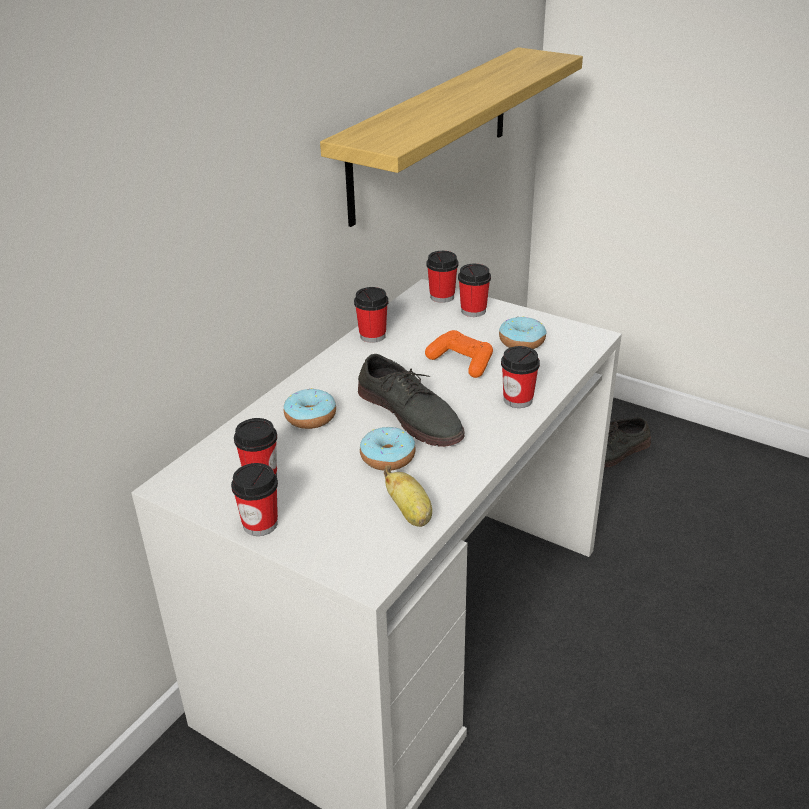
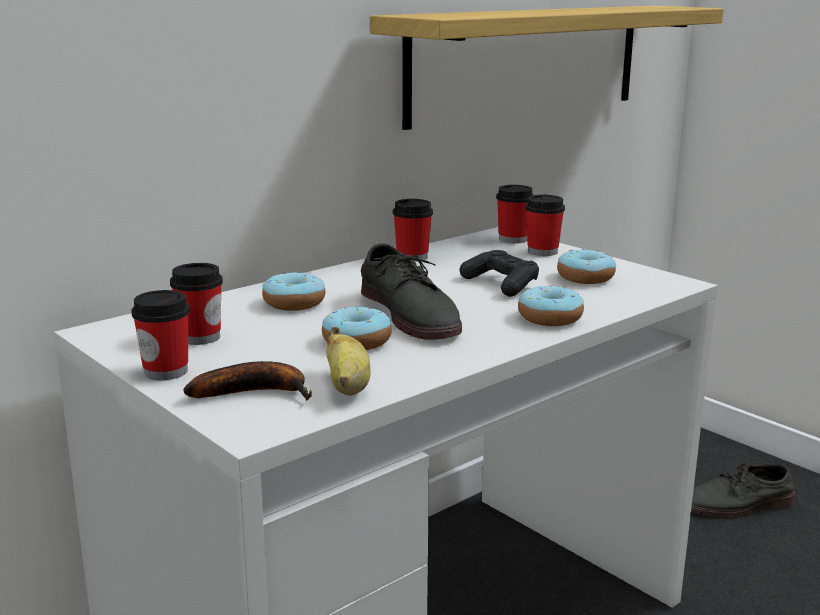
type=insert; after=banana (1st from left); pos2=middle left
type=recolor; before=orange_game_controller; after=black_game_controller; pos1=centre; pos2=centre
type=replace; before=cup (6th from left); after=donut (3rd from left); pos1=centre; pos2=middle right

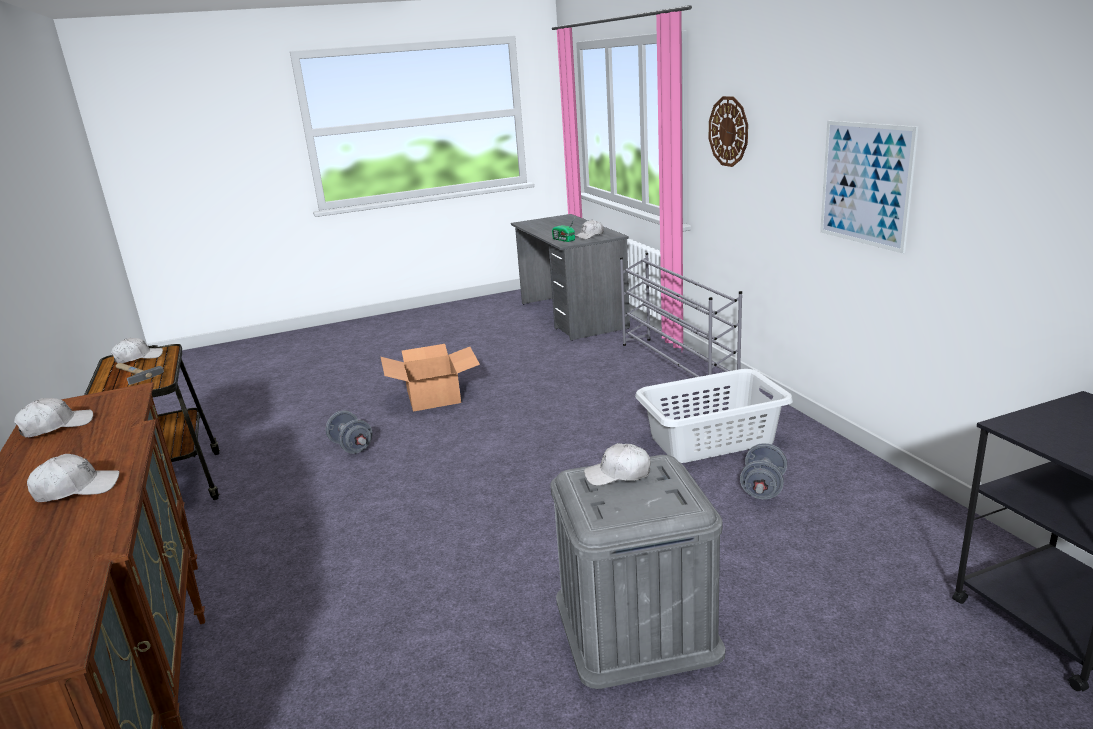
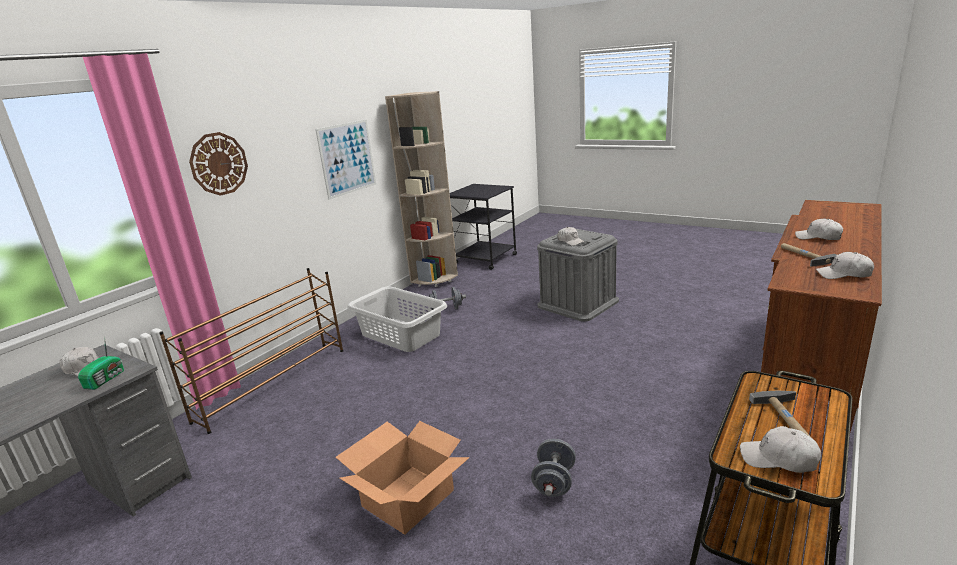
type=recolor; before=grey_shoe_rack; after=brown_shoe_rack; pos1=centre; pos2=middle left
type=insert; after=beige_bookcase; pos2=centre
type=insert; after=hammer (2nd from left); pos2=middle right

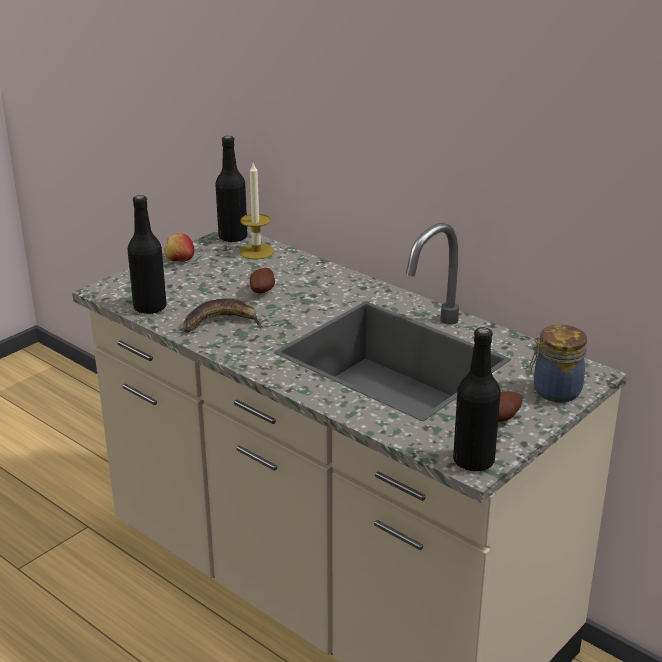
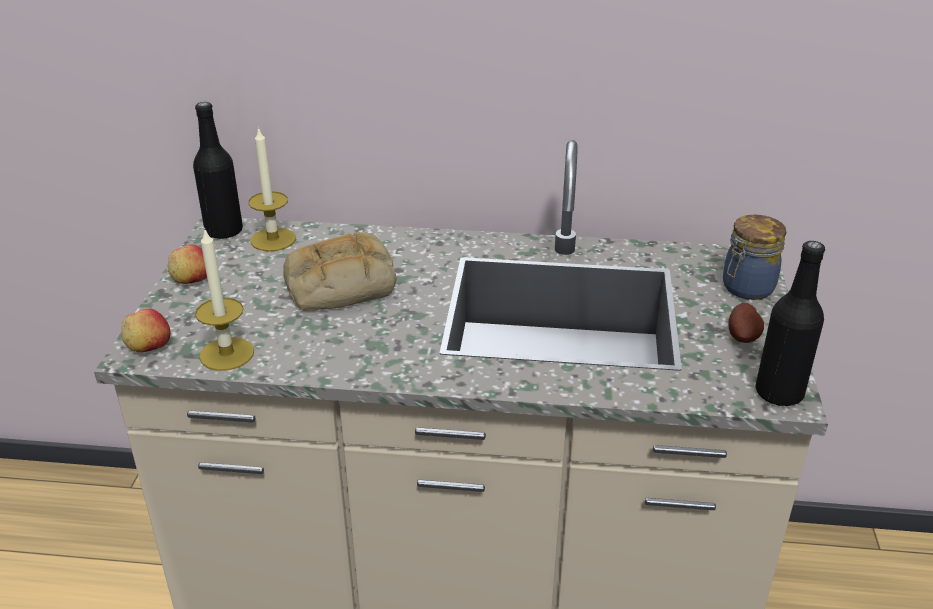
type=insert; after=apple (1st from left); pos2=middle left
type=replace; before=black_bottle (1st from left); after=candle (1st from left); pos1=middle left; pos2=middle left
type=replace; before=potato (1st from left); after=bread; pos1=centre; pos2=centre
type=delete; before=banana; pos1=centre

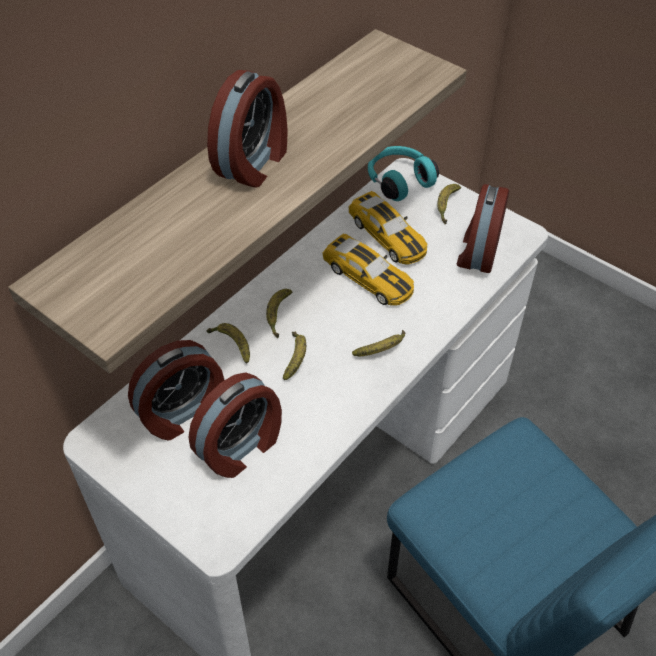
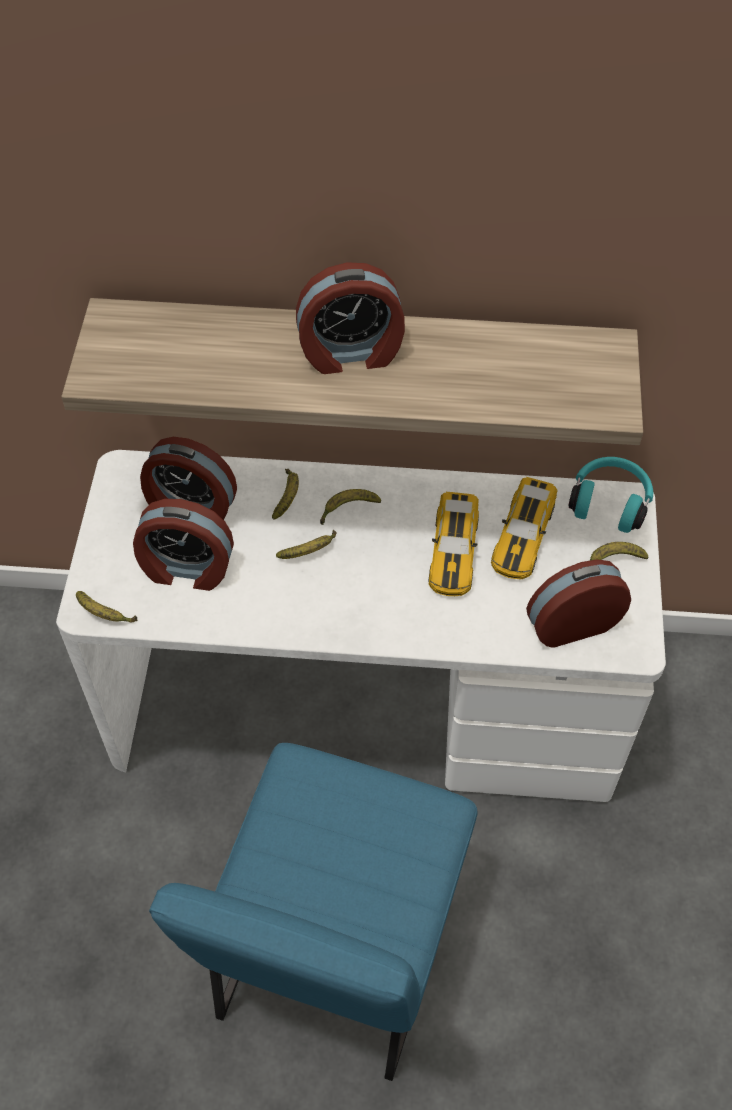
type=move; before=banana (4th from left in the first image); after=banana (1st from left); pos1=centre; pos2=middle left

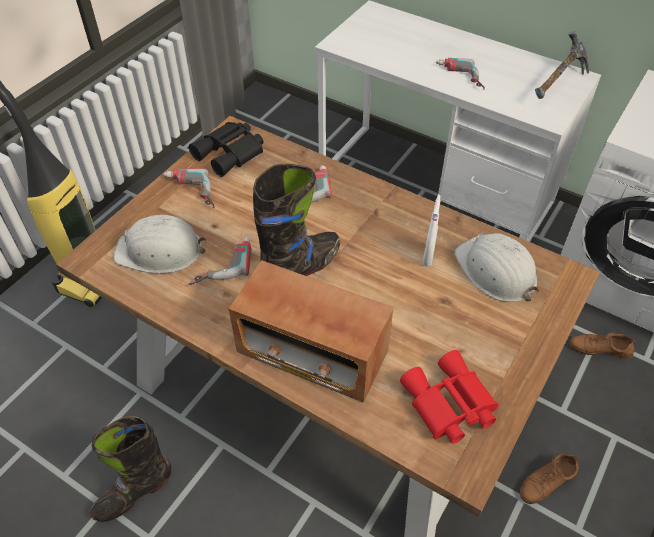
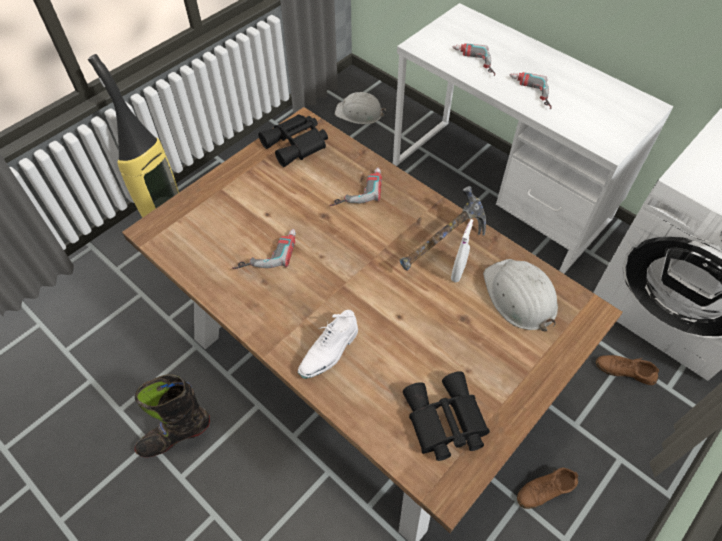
type=replace; before=radio; after=white_shoe; pos1=centre; pos2=centre
type=move; before=white_hard_hat (1st from left); pos1=middle left; pos2=top centre
type=move; before=hammer; pos1=top right; pos2=centre
type=recolor; before=red_binoculars; after=black_binoculars (2nd from left); pos1=bottom right; pos2=bottom centre
type=move; before=power_drill (1st from left in the first image); after=power_drill (3rd from left); pos1=middle left; pos2=top centre
type=delete; before=black_boot (2nd from left); pos1=centre

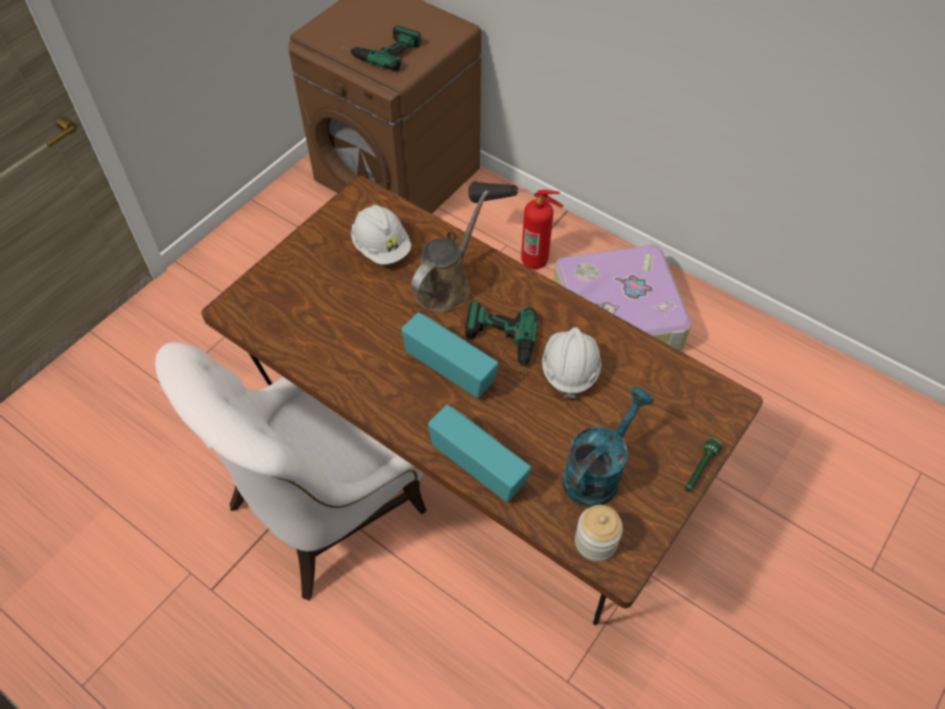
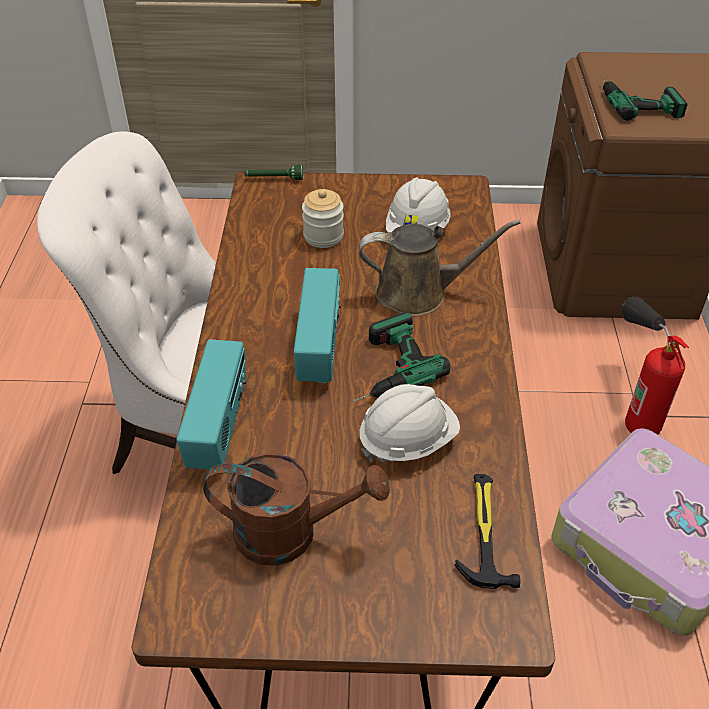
type=recolor; before=turquoise_watering_can; after=brown_watering_can (1st from left); pos1=centre; pos2=bottom centre
type=move; before=green_flashlight; pos1=middle right; pos2=top centre
type=move; before=jar; pos1=bottom centre; pos2=top centre
type=insert; after=hammer; pos2=bottom right

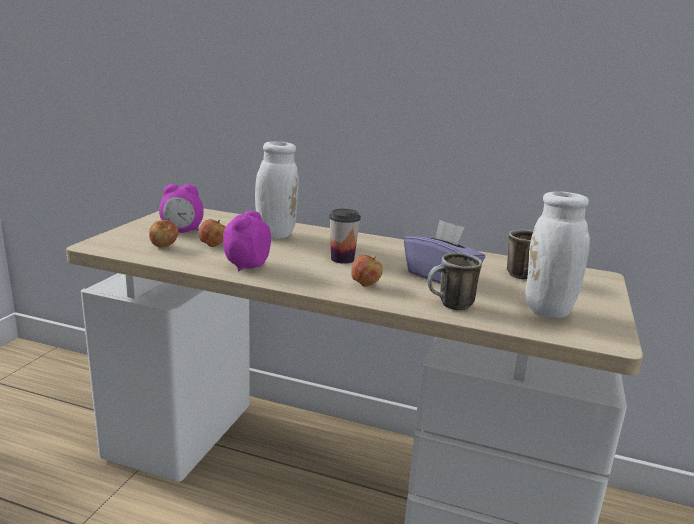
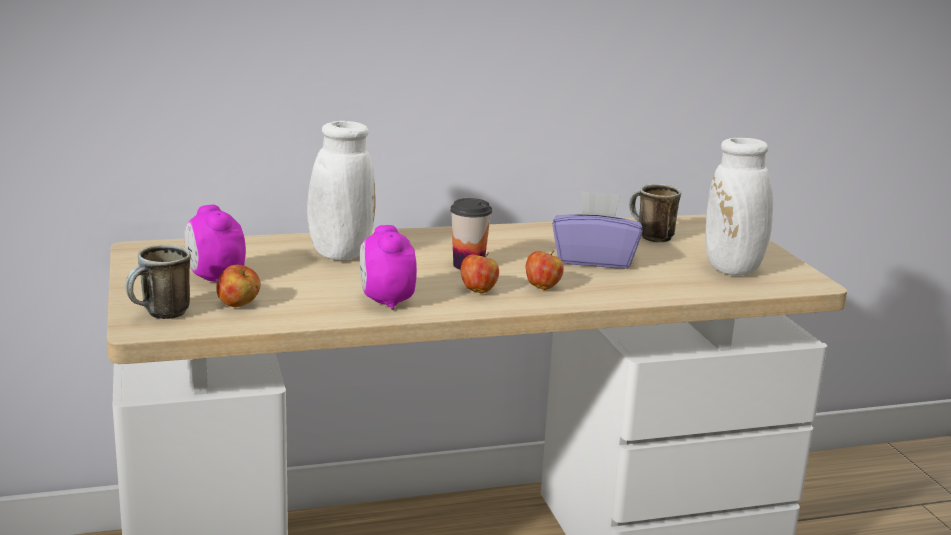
type=move; before=mug (1st from left); pos1=centre; pos2=middle left
type=rotate; before=alarm_clock (1st from left); pos1=middle left; pos2=middle left; turn=105
type=move; before=apple (2nd from left); pos1=middle left; pos2=centre

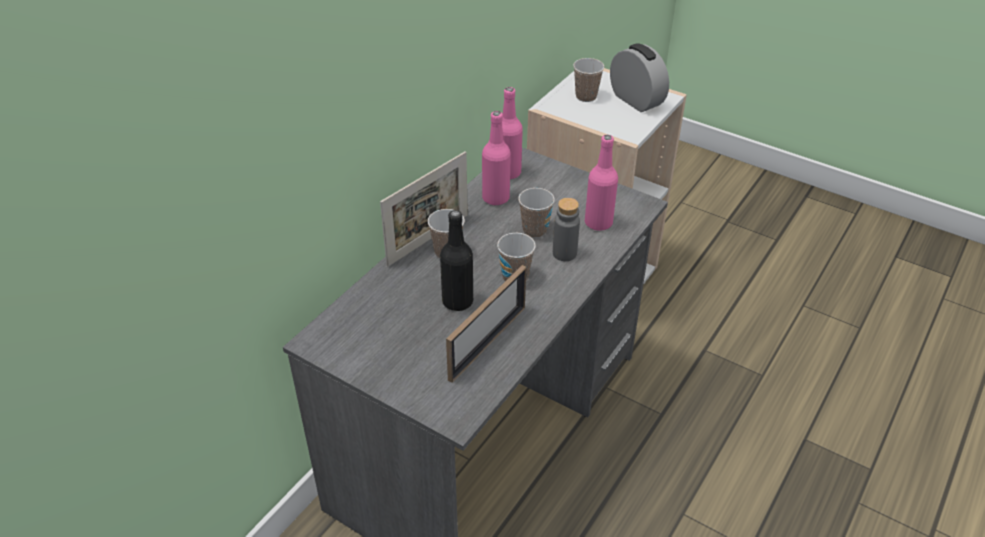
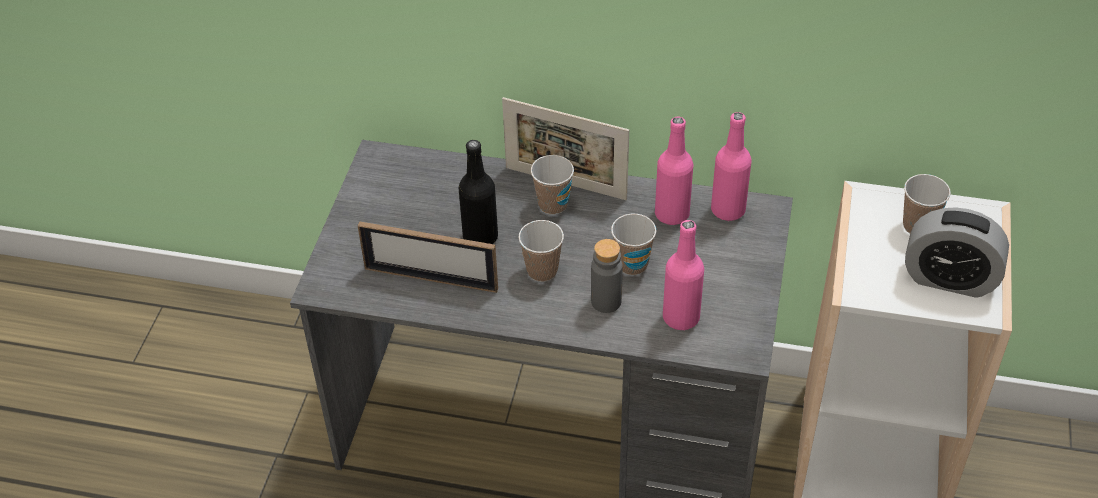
type=rotate; before=alarm_clock; pos1=top centre; pos2=middle right; turn=75

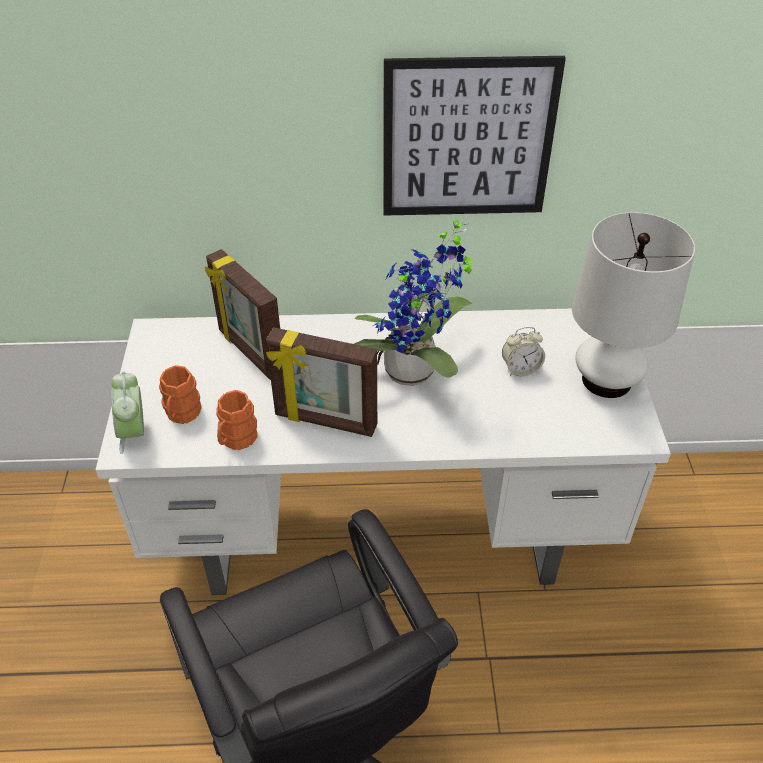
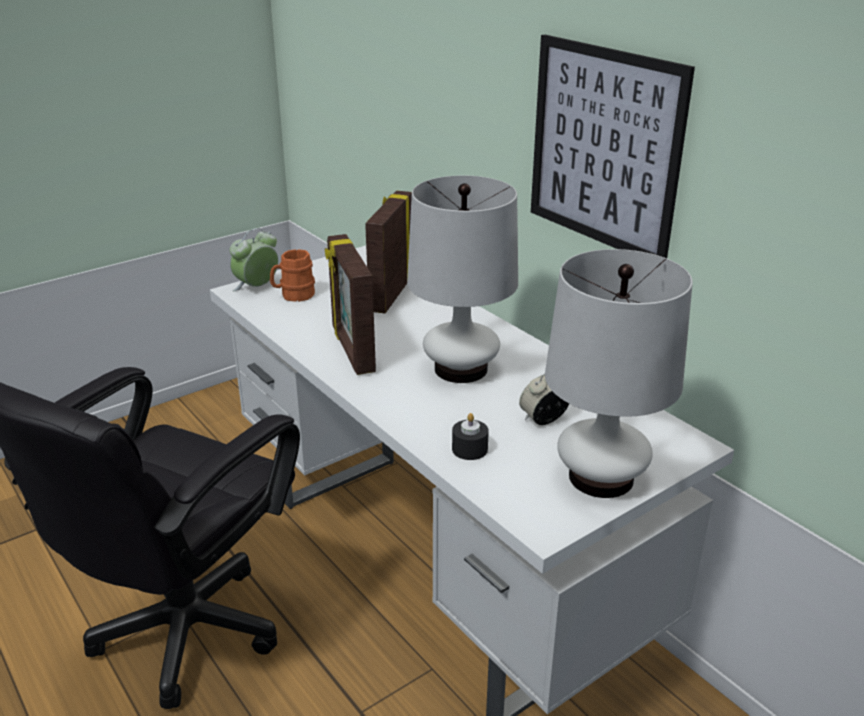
type=replace; before=potted_plant; after=white_table_lamp (1st from left); pos1=centre; pos2=centre
type=insert; after=black_candle; pos2=centre
type=rotate; before=alarm_clock (2nd from left); pos1=middle right; pos2=centre; turn=105
type=delete; before=orange_mug (2nd from left); pos1=middle left

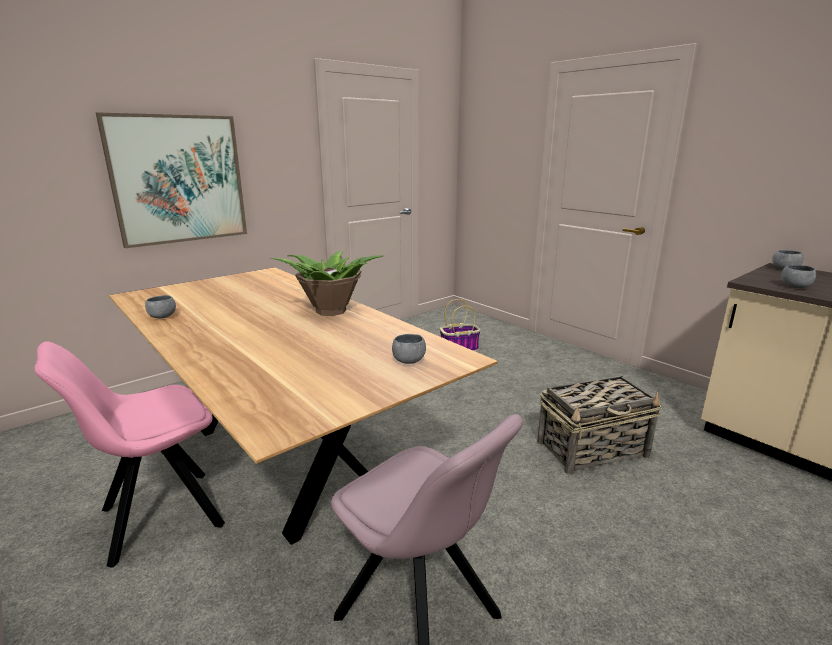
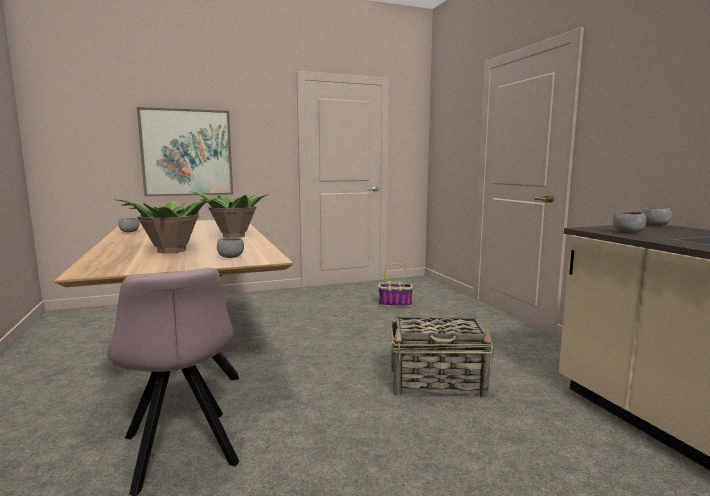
type=insert; after=potted_plant (1st from left); pos2=middle left
type=delete; before=pink_chair (1st from left); pos1=bottom left

